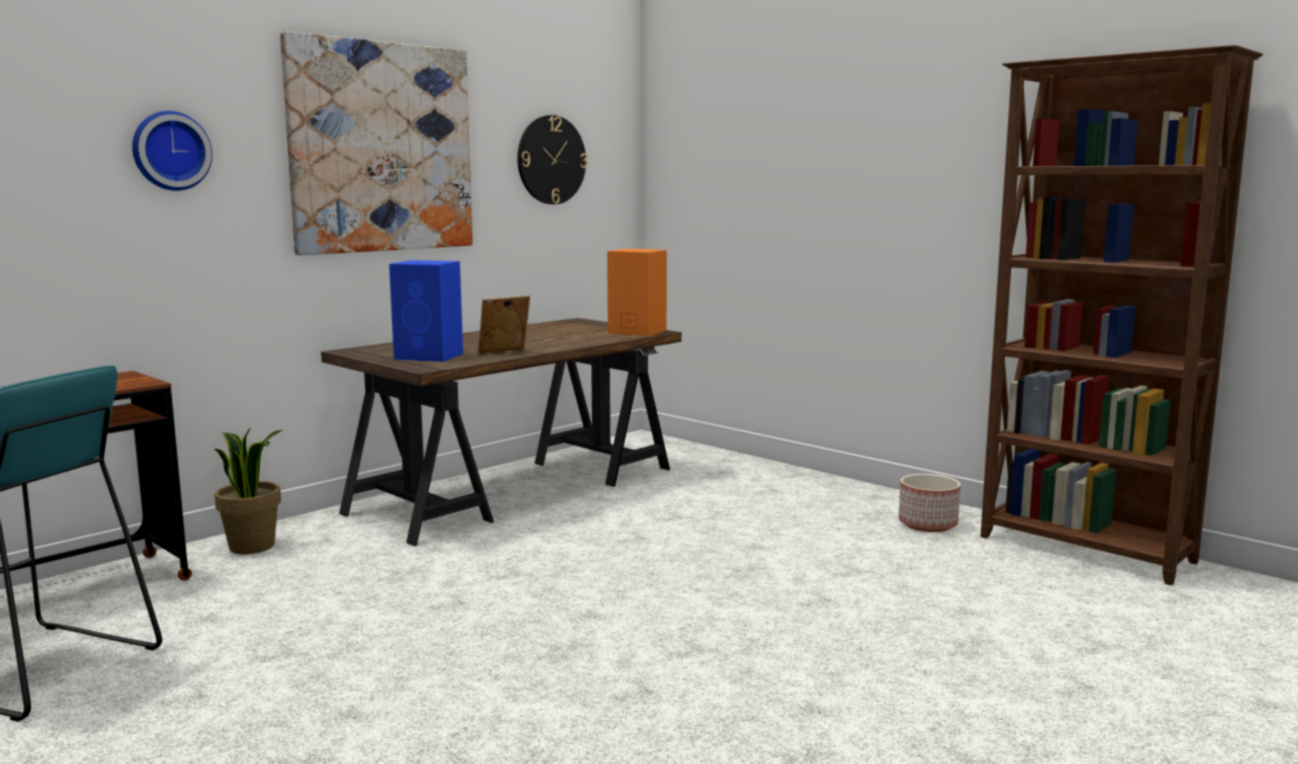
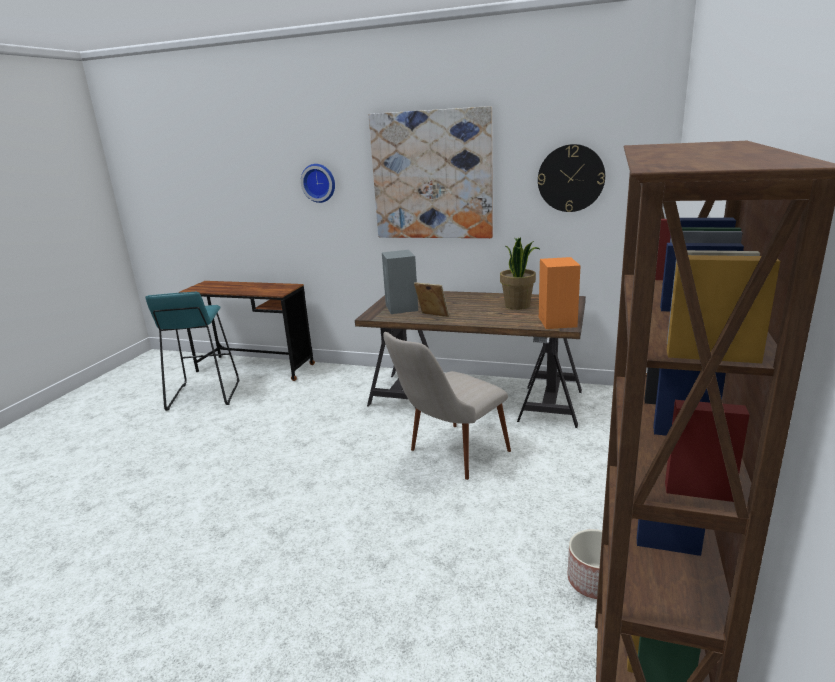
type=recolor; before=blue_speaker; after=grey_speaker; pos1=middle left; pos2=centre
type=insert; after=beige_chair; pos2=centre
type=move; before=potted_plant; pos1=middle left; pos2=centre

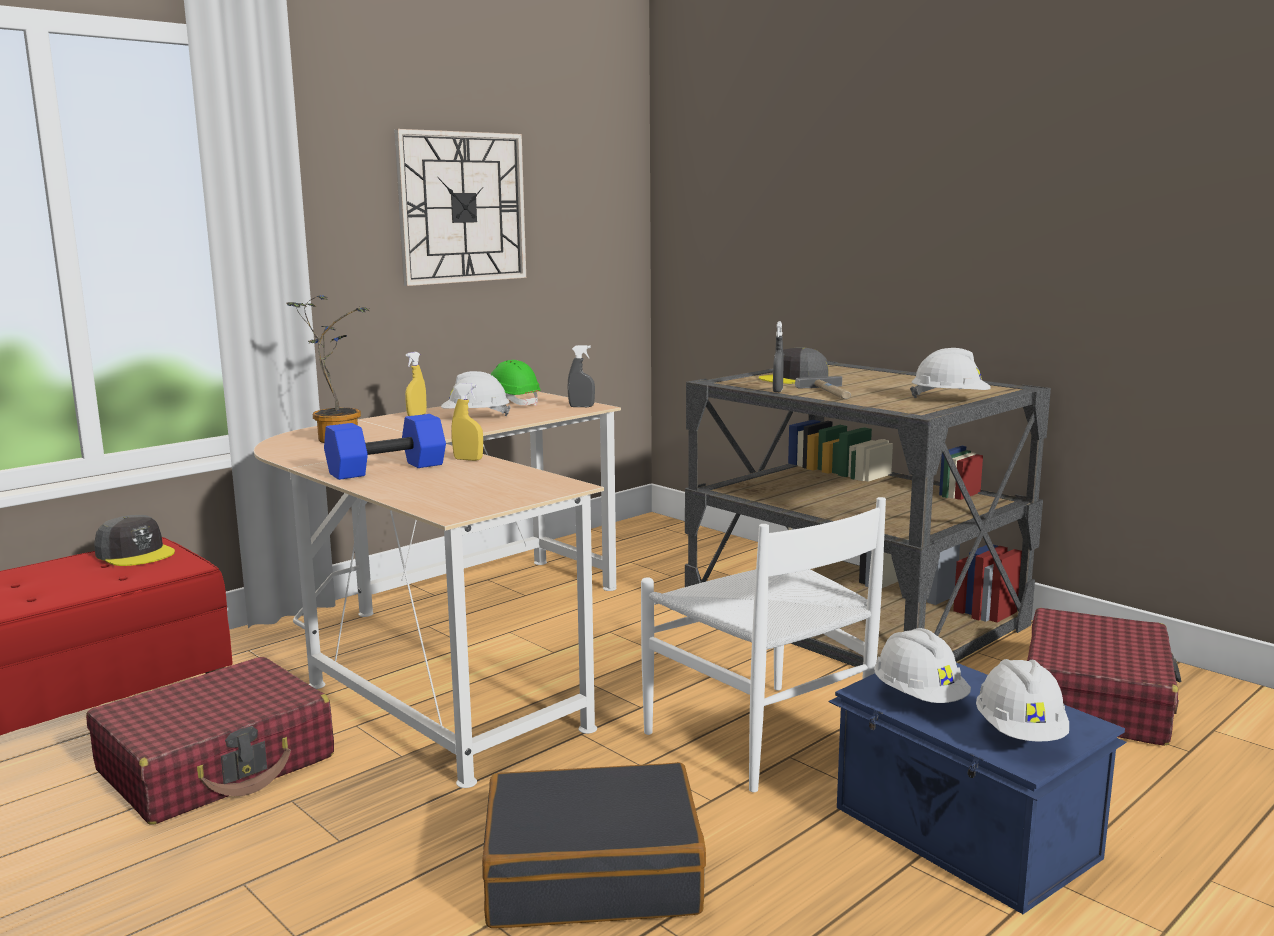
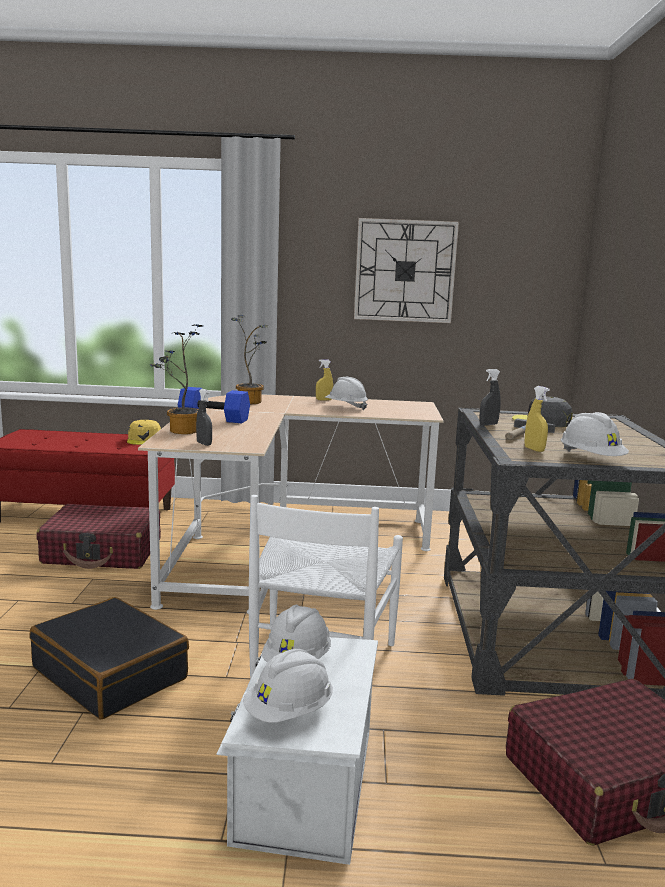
type=recolor; before=grey_cap (1st from left); after=yellow_cap; pos1=middle left; pos2=middle left
type=insert; after=potted_plant (1st from left); pos2=middle left
type=move; before=grey_spray_bottle (1st from left); pos1=centre; pos2=middle left
type=recolor; before=blue_storage_box; after=white_storage_box; pos1=bottom right; pos2=bottom centre
type=move; before=yellow_spray_bottle (2nd from left); pos1=centre; pos2=middle right
type=delete; before=green_hard_hat; pos1=centre

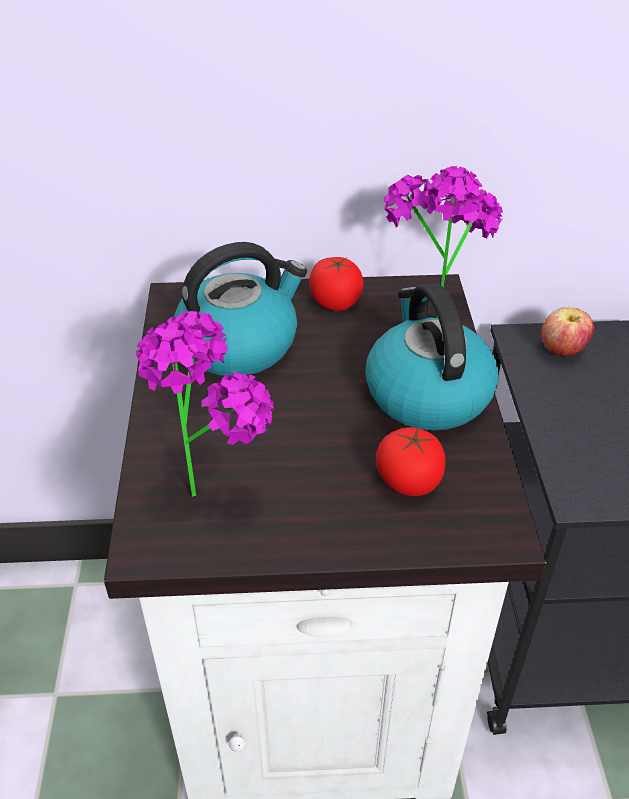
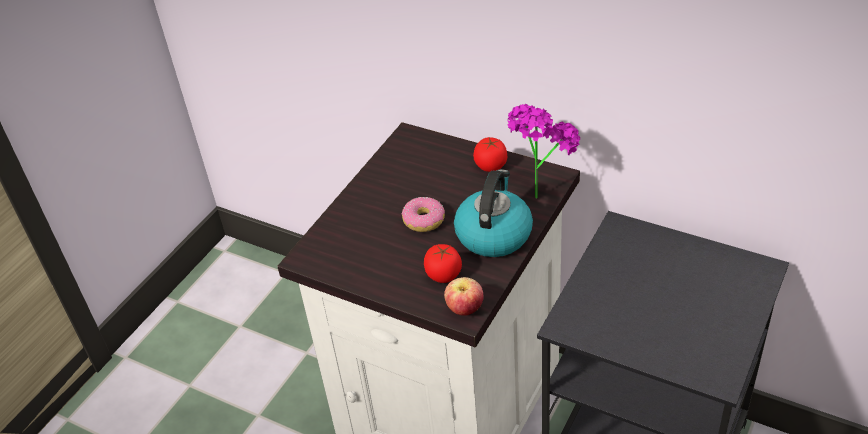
type=insert; after=donut; pos2=centre
type=move; before=apple; pos1=middle right; pos2=bottom centre
type=delete; before=potted_plant (1st from left); pos1=middle left
type=delete; before=kettle (1st from left); pos1=centre

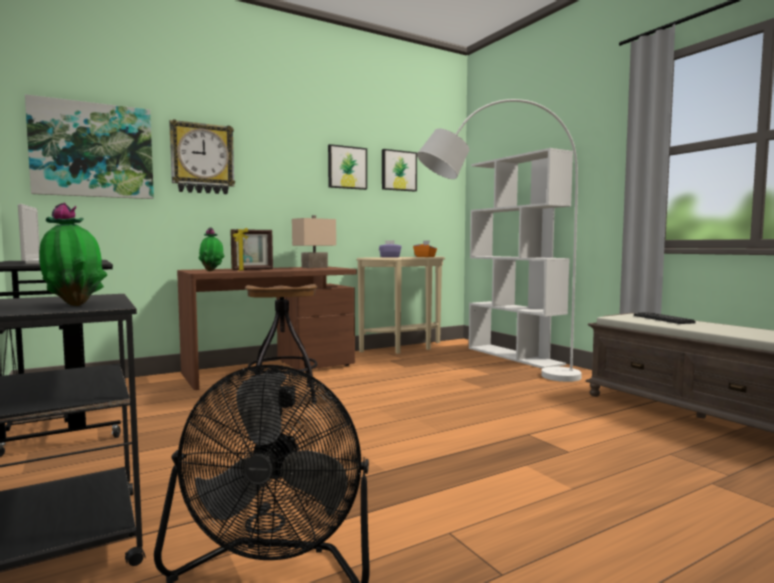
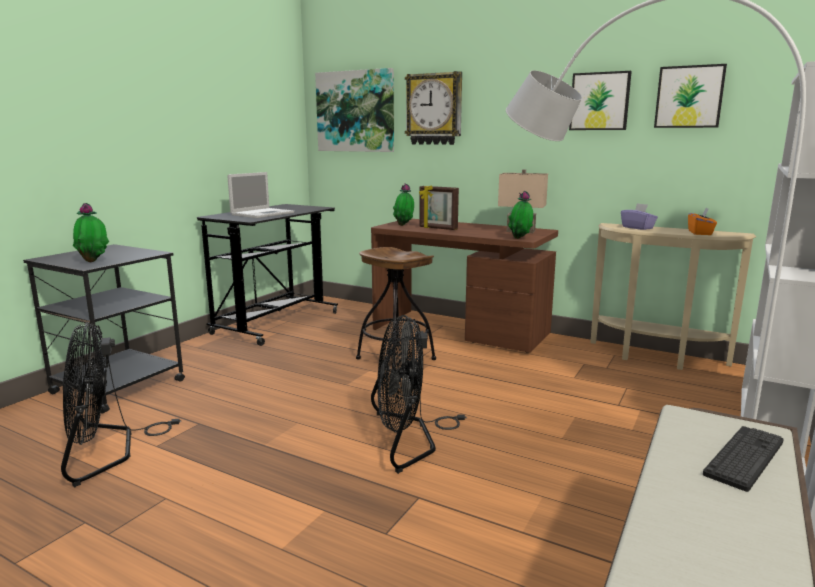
type=insert; after=black_fan (2nd from left); pos2=bottom centre
type=insert; after=potted_plant (3rd from left); pos2=centre

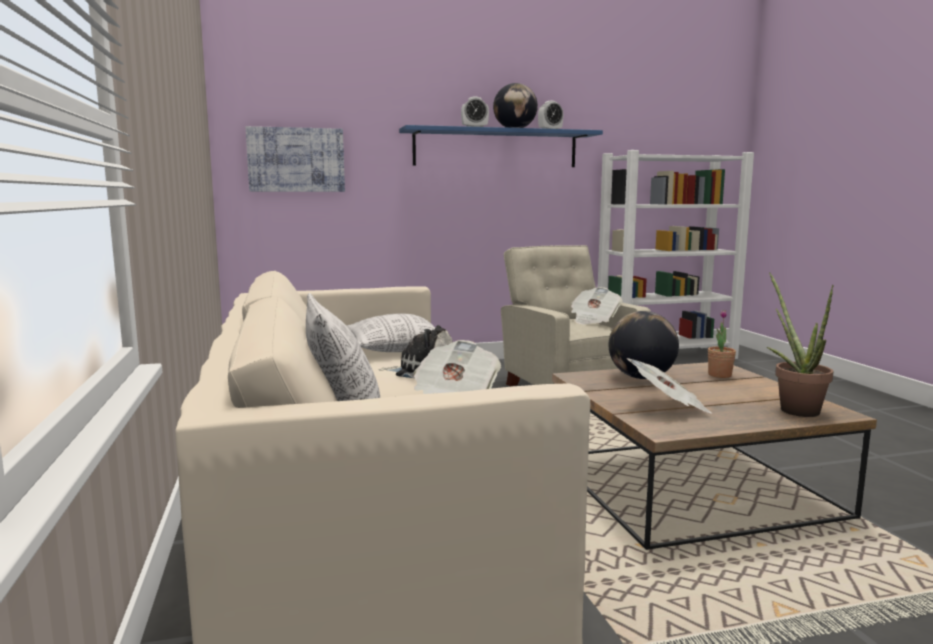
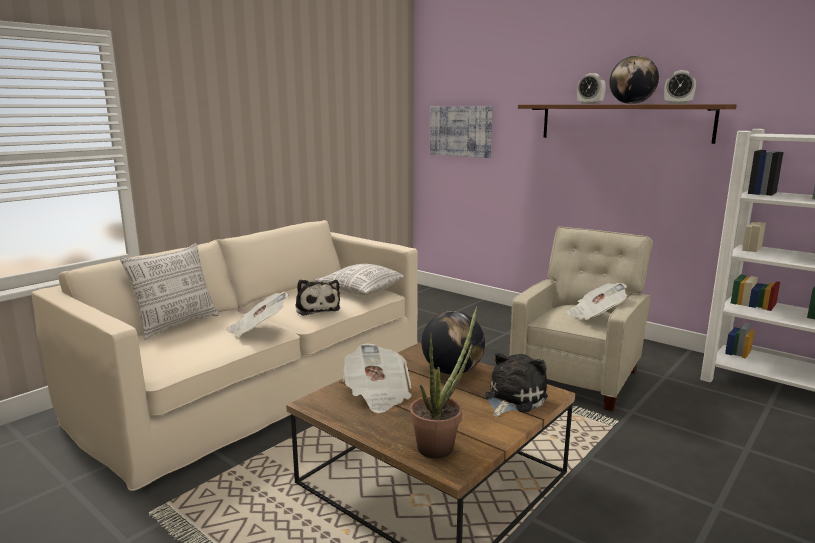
type=replace; before=potted_plant (1st from left); after=plush_toy (2nd from left); pos1=middle right; pos2=bottom centre
type=recolor; before=blue_shelf; after=brown_shelf; pos1=top centre; pos2=top right

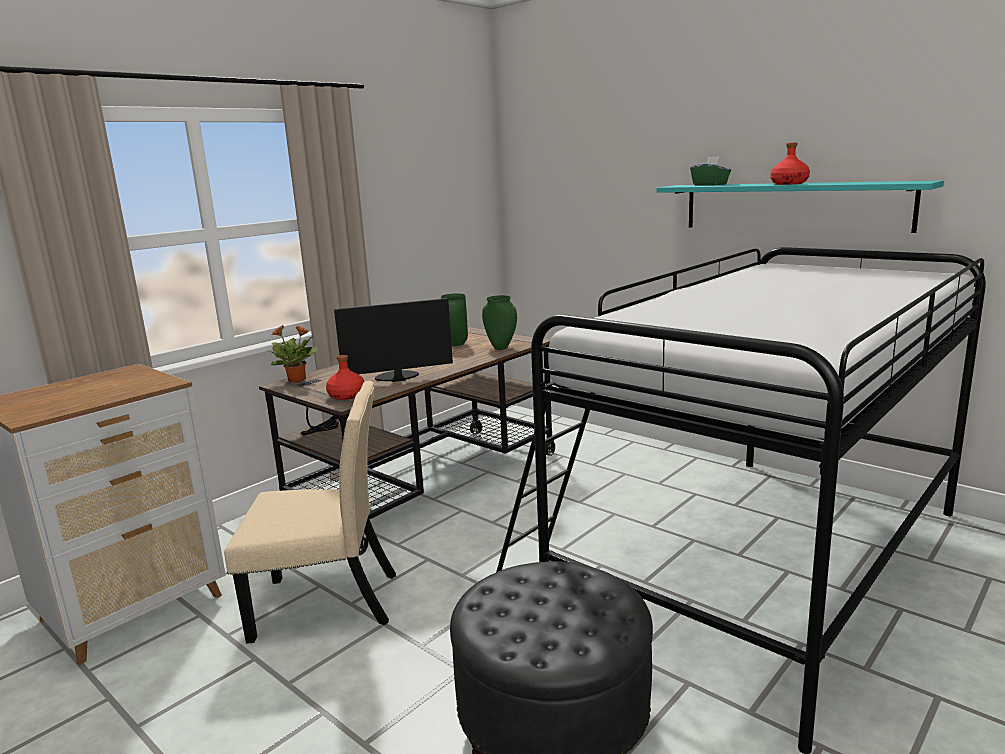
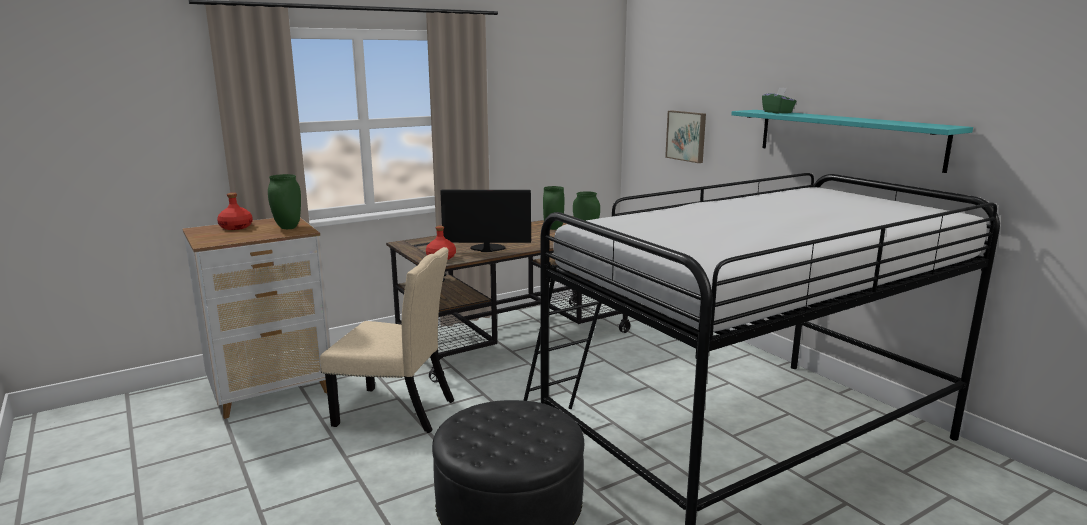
type=move; before=red_bottle (2nd from left in the first image); after=red_bottle (1st from left); pos1=top right; pos2=middle left
type=insert; after=green_vase (1st from left); pos2=middle left
type=insert; after=picture; pos2=top centre
type=delete; before=potted_plant; pos1=middle left

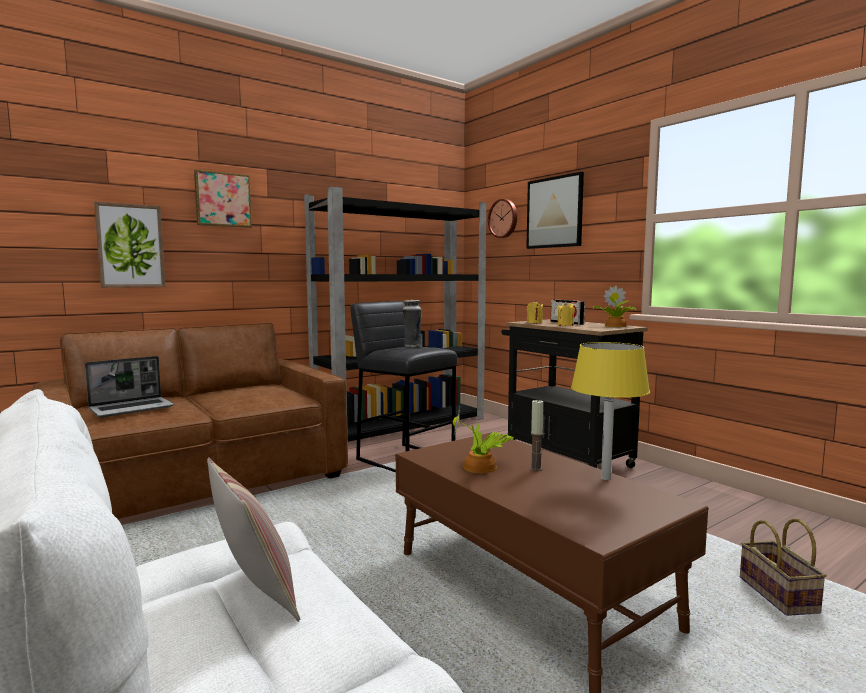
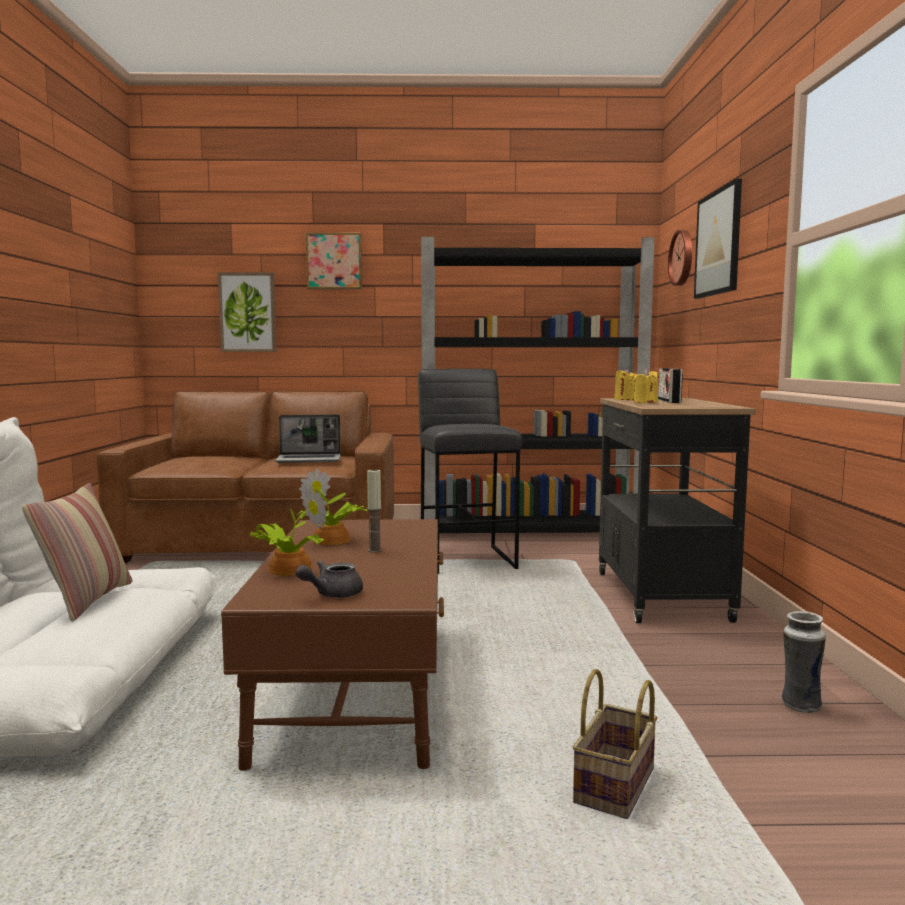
type=move; before=potted_plant (2nd from left in the first image); after=potted_plant (1st from left); pos1=middle right; pos2=middle left
type=move; before=laptop; pos1=middle left; pos2=centre
type=insert; after=grey_teapot; pos2=centre
type=move; before=vase; pos1=centre; pos2=bottom right
type=delete; before=yellow_table_lamp; pos1=middle right

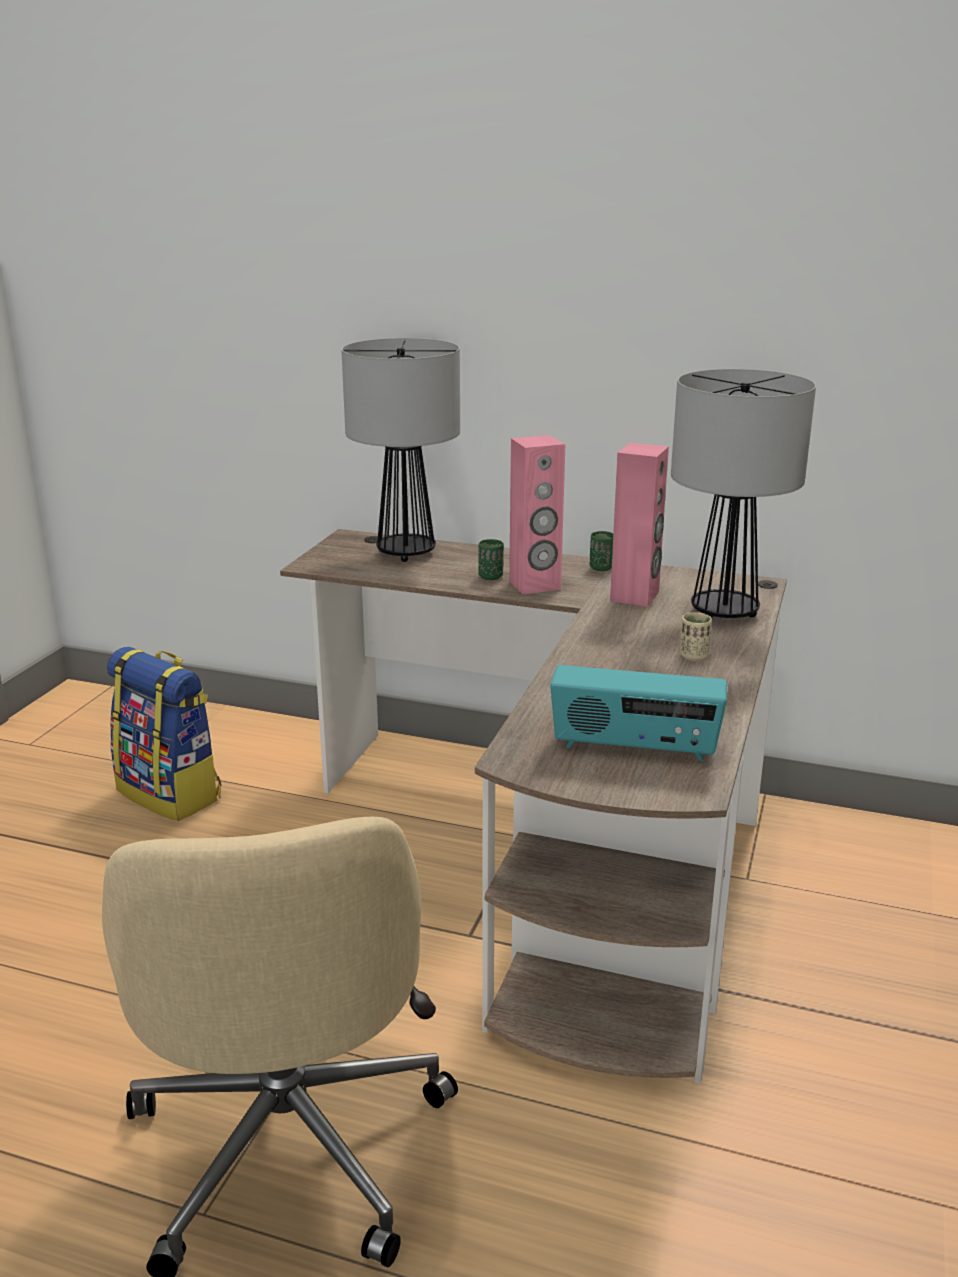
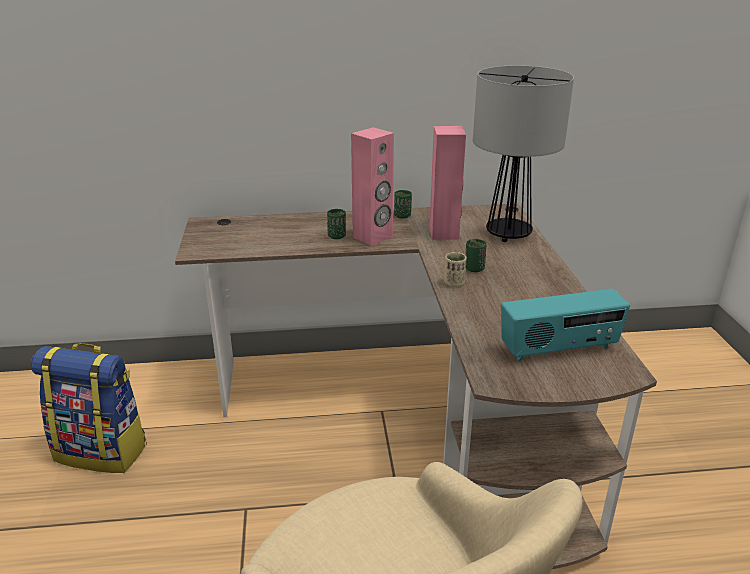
type=move; before=beige_cup; pos1=middle right; pos2=centre
type=insert; after=green_cup (3rd from left); pos2=centre
type=delete; before=table_lamp (1st from left); pos1=centre

